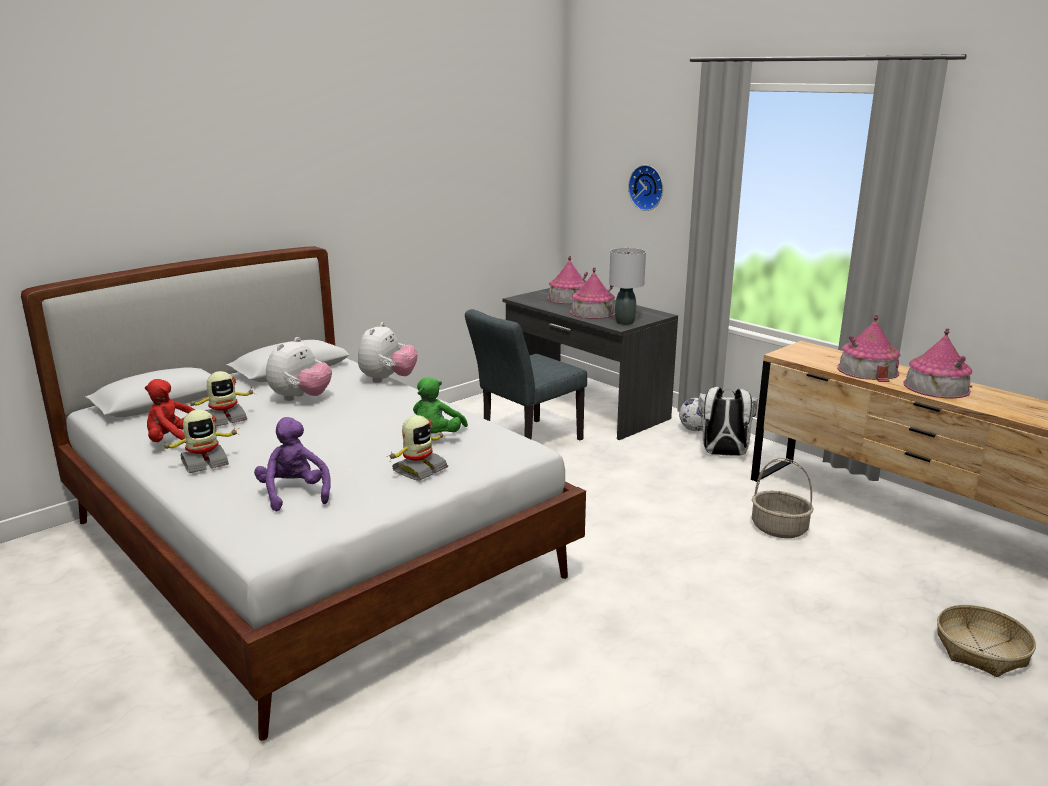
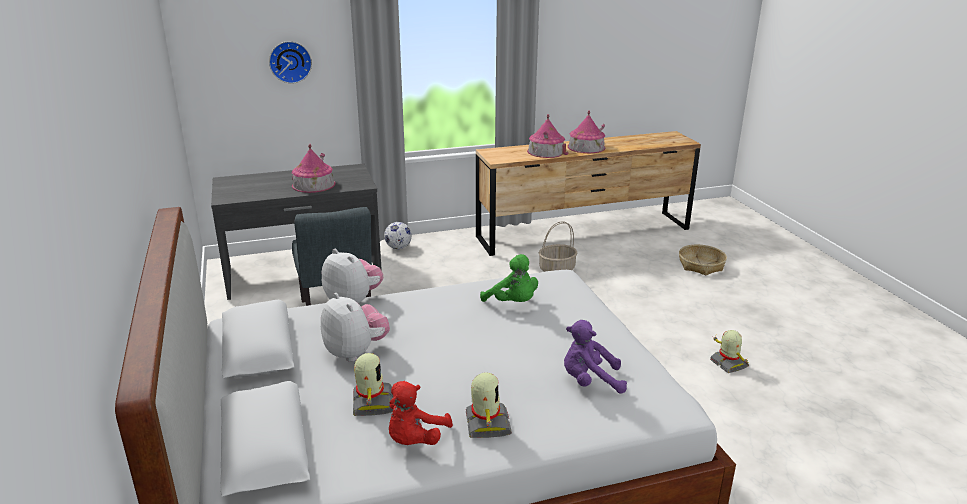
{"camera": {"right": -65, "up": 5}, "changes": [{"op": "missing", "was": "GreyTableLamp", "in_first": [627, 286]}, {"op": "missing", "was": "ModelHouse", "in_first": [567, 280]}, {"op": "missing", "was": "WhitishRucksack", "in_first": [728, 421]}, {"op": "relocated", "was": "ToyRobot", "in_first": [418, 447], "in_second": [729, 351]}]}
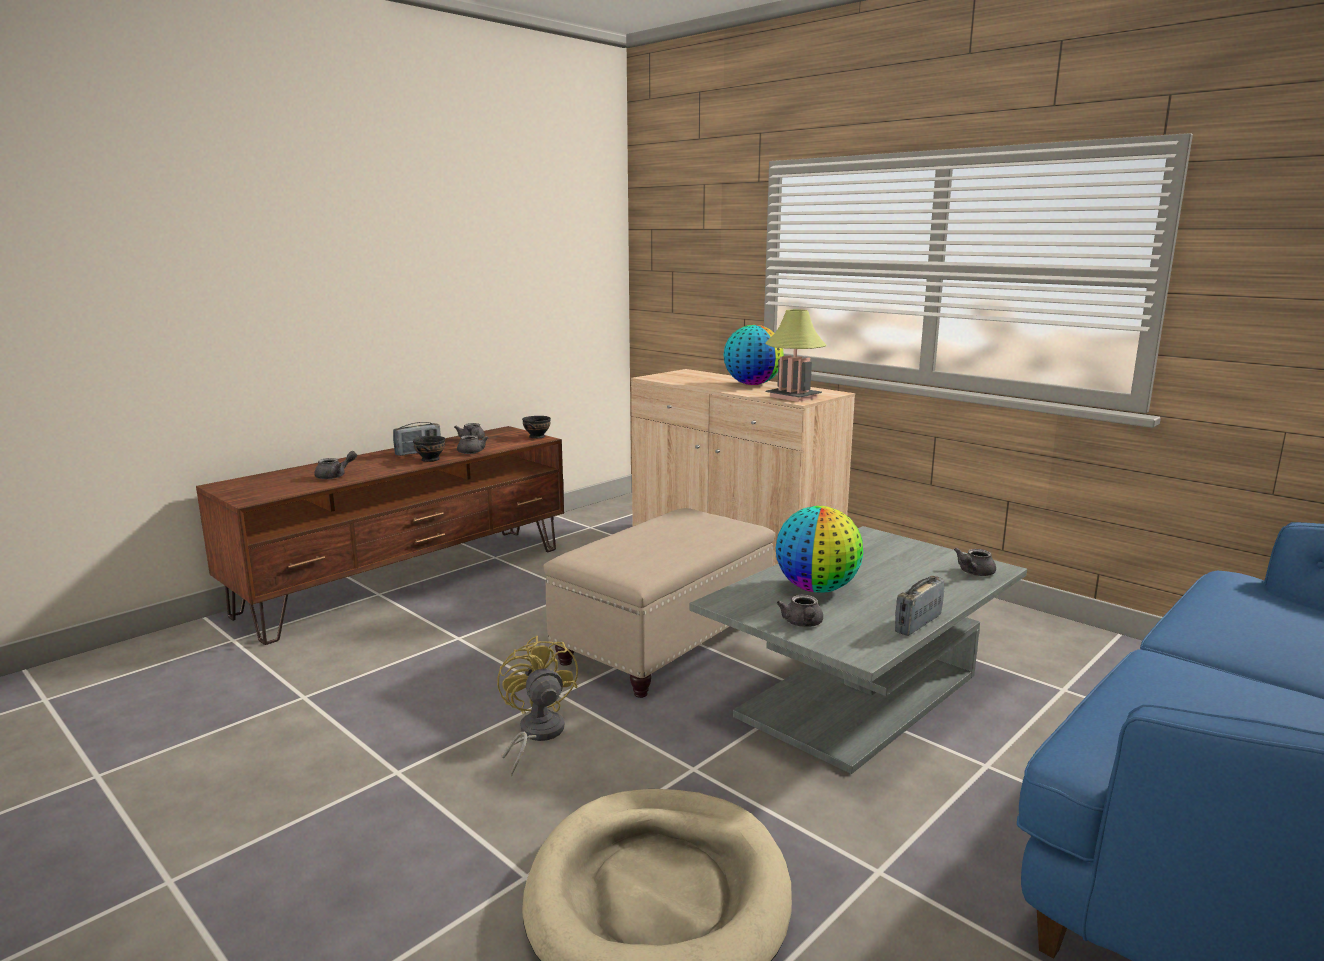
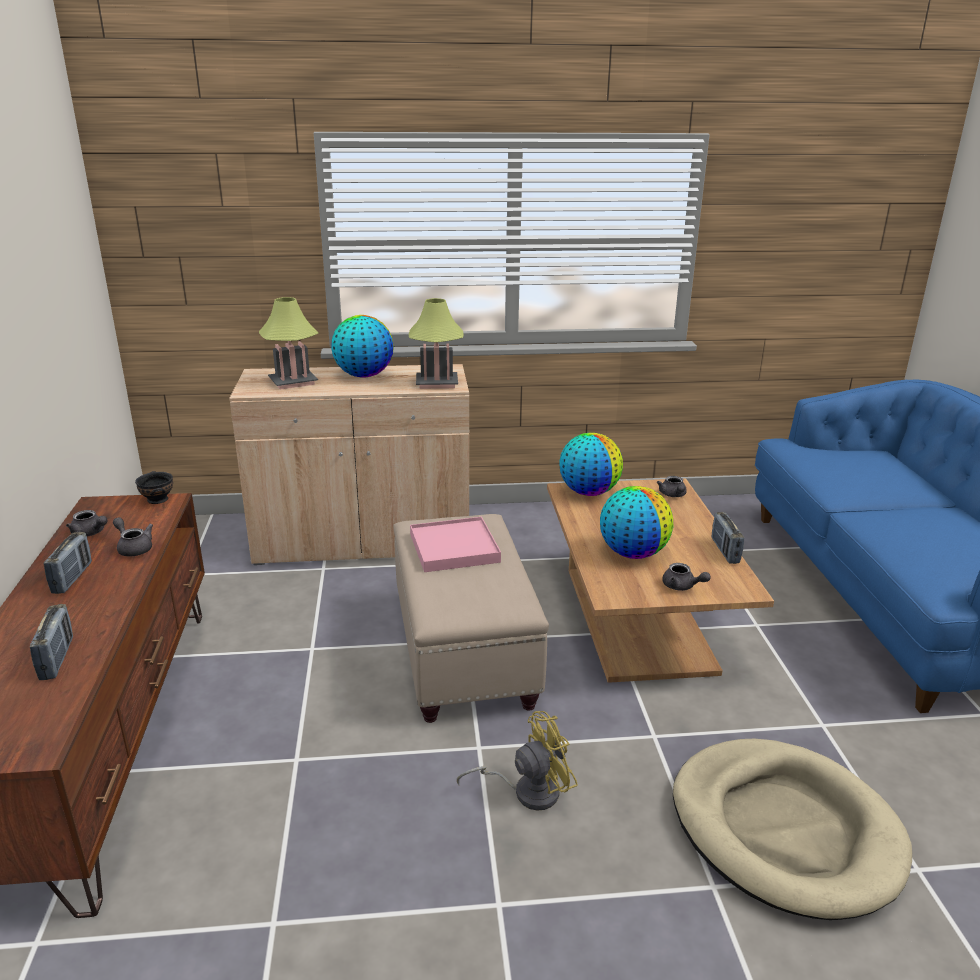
{"camera": {"right": -50, "up": 10}, "changes": [{"op": "missing", "was": "BlackishDeepDish", "in_first": [429, 449]}, {"op": "exchanged", "was": "GreyTeaPot", "now": "RadioSet", "in_first": [335, 465], "in_second": [51, 642]}, {"op": "colour", "was": "GreyLowTable", "now": "BrownColouredLowTable", "in_first": [858, 650], "in_second": [660, 580]}, {"op": "spun", "was": "YellowishCoolingFan", "in_first": [537, 706], "in_second": [517, 761], "clockwise": 135}, {"op": "appeared", "now": "TableLamp", "in_second": [288, 343]}, {"op": "appeared", "now": "Globe", "in_second": [591, 464]}, {"op": "appeared", "now": "PinkishServingTray", "in_second": [455, 544]}]}
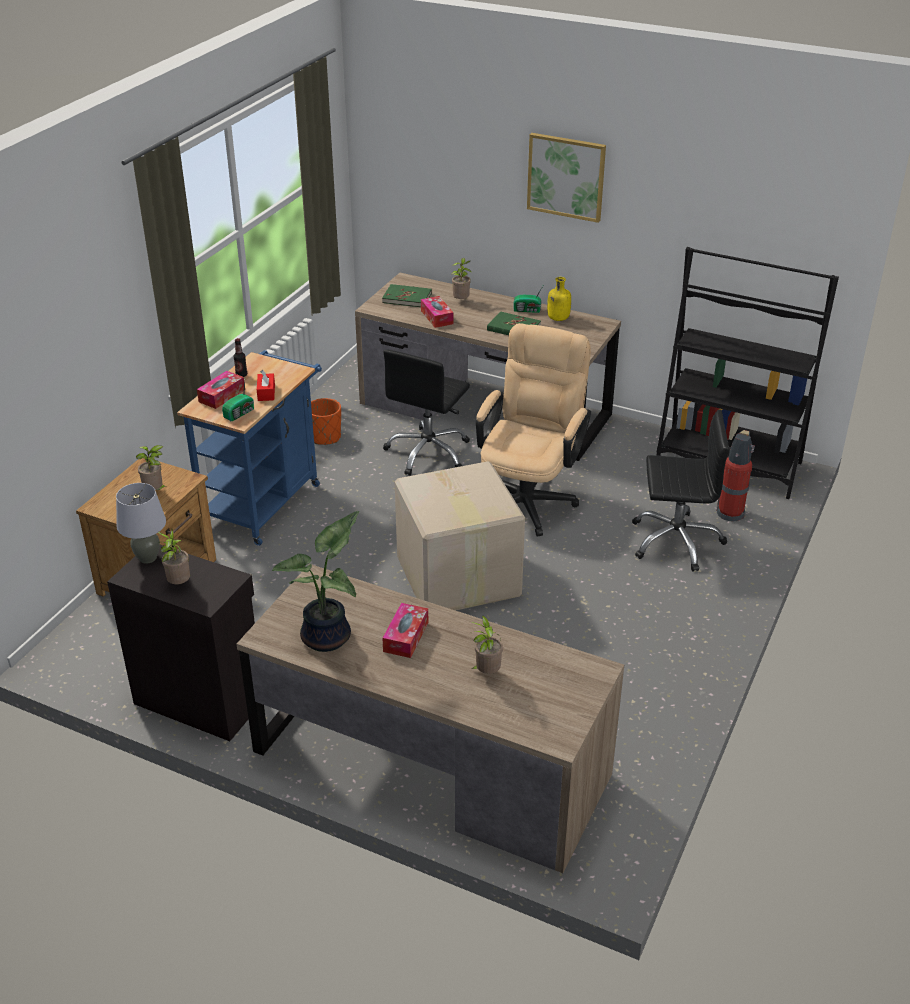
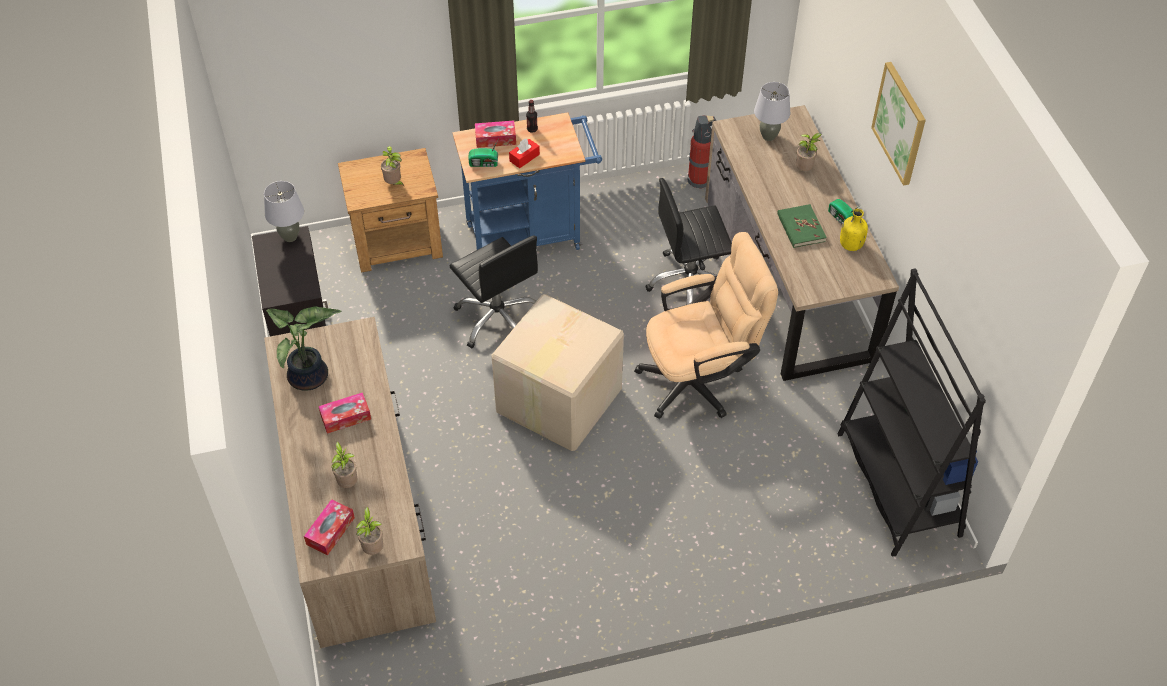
{"camera": {"right": 50, "up": 15}, "changes": [{"op": "exchanged", "was": "GreenBook", "now": "GreyTableLamp", "in_first": [407, 295], "in_second": [772, 111]}, {"op": "relocated", "was": "TissueBox", "in_first": [437, 312], "in_second": [329, 527]}, {"op": "missing", "was": "OrangeyPlantPot", "in_first": [326, 421]}, {"op": "relocated", "was": "BlackishOfficeChair", "in_first": [680, 490], "in_second": [493, 292]}, {"op": "relocated", "was": "Extinguisher", "in_first": [736, 475], "in_second": [702, 152]}, {"op": "relocated", "was": "PottedPlant", "in_first": [174, 556], "in_second": [369, 531]}]}
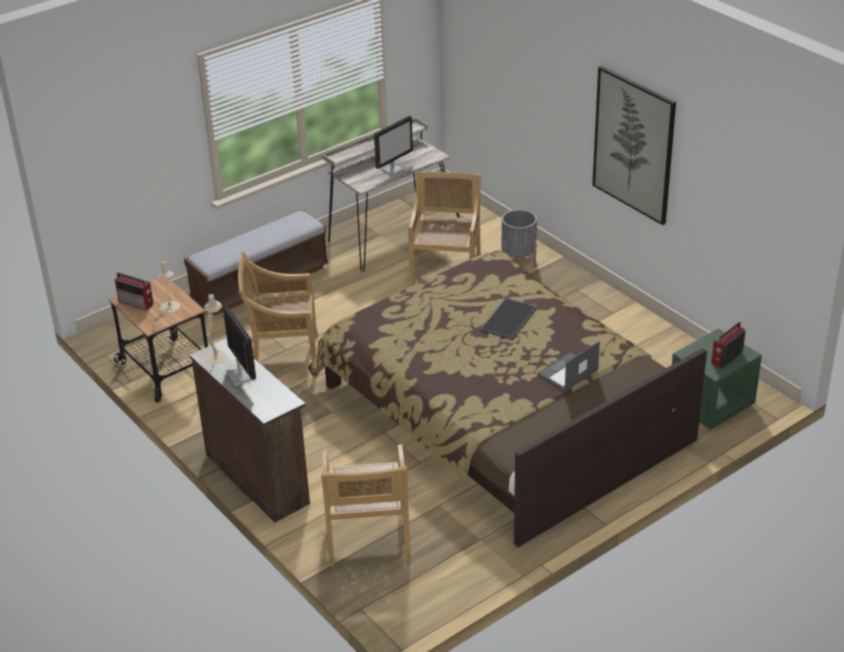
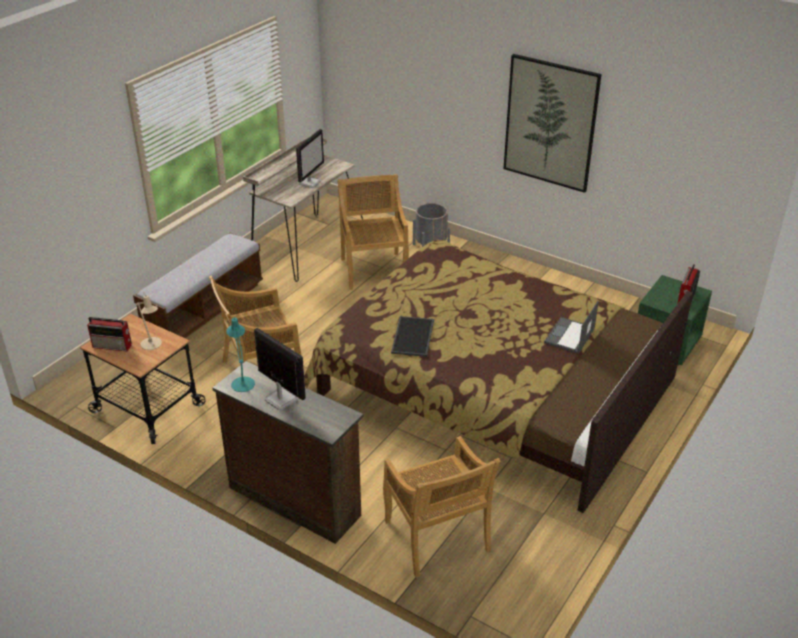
{"camera": {"right": -20, "up": 0}, "changes": [{"op": "colour", "was": "SandColouredTableLamp", "now": "TurquoiseColouredTableLamp", "in_first": [216, 329], "in_second": [240, 354]}, {"op": "relocated", "was": "ServingTray", "in_first": [509, 319], "in_second": [412, 336]}]}
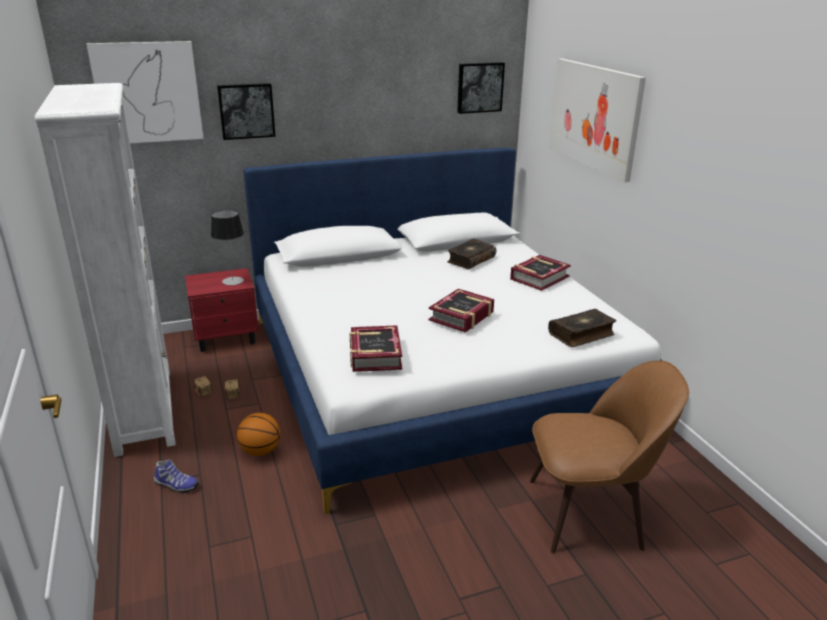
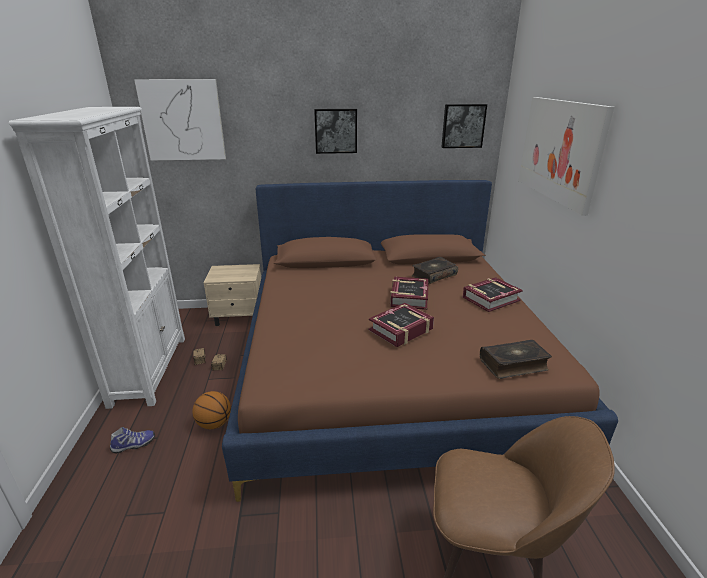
{"camera": {"right": 15, "up": 0}, "changes": [{"op": "relocated", "was": "WallPicture", "in_first": [246, 111], "in_second": [335, 131]}, {"op": "colour", "was": "WhitishSleepingBed", "now": "BrownColouredSleepingBed", "in_first": [453, 331], "in_second": [420, 341]}, {"op": "missing", "was": "TableLamp", "in_first": [227, 247]}, {"op": "colour", "was": "ReddishBedsideTable", "now": "SandColouredBedsideTable", "in_first": [222, 310], "in_second": [232, 295]}, {"op": "relocated", "was": "Book", "in_first": [376, 348], "in_second": [409, 293]}, {"op": "spun", "was": "Shoe", "in_first": [176, 476], "in_second": [132, 440], "clockwise": -60}]}
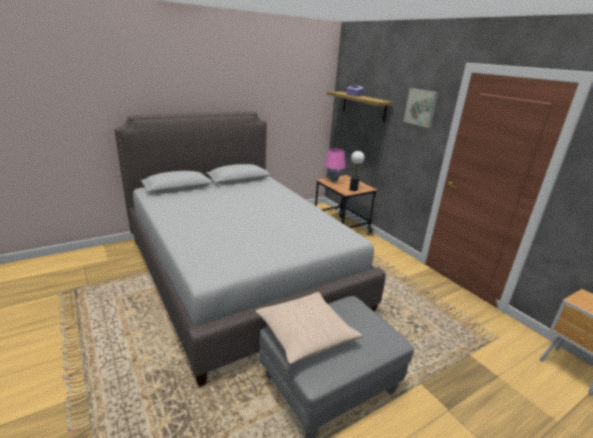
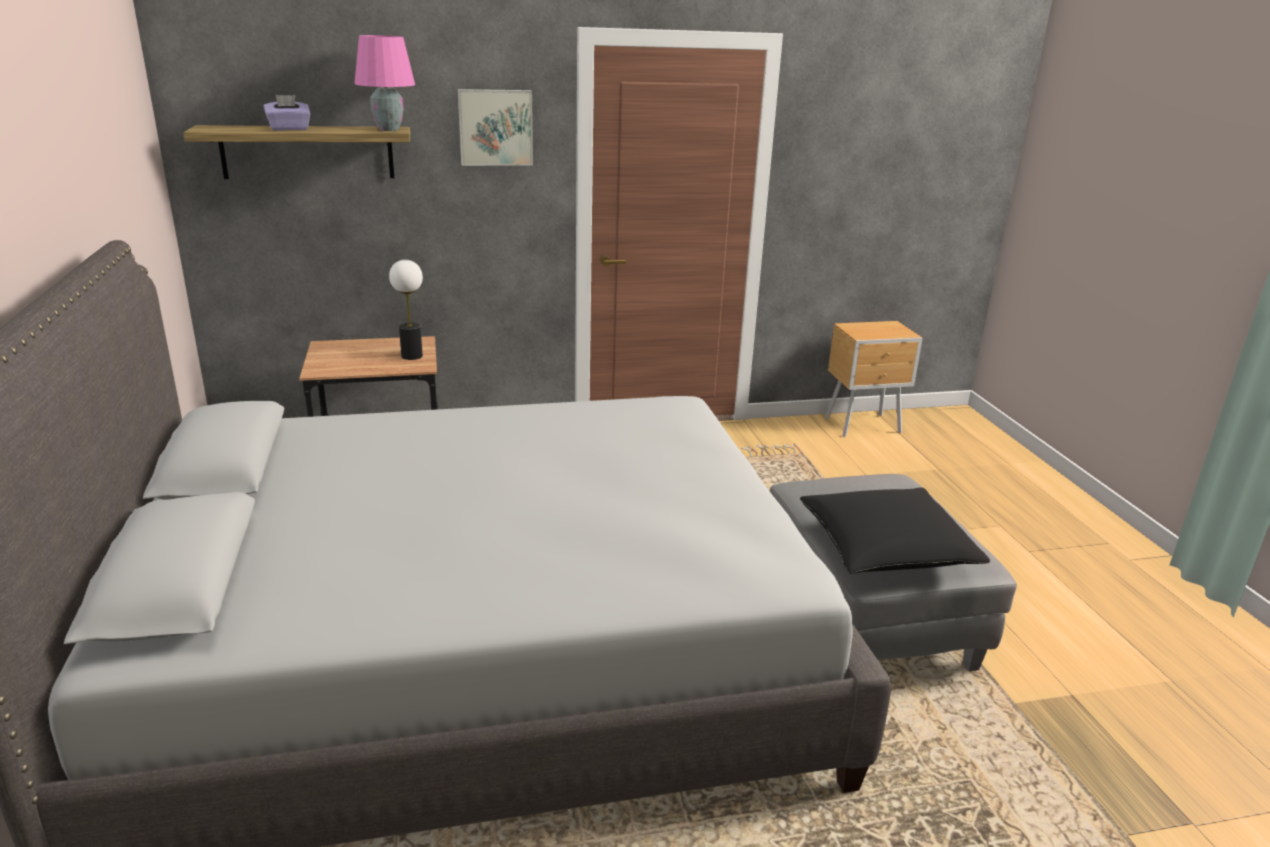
{"camera": {"right": -70, "up": 0}, "changes": [{"op": "relocated", "was": "PinkishTableLamp", "in_first": [335, 165], "in_second": [384, 83]}, {"op": "colour", "was": "SandColouredPillow", "now": "BlackishPillow", "in_first": [308, 328], "in_second": [895, 530]}]}
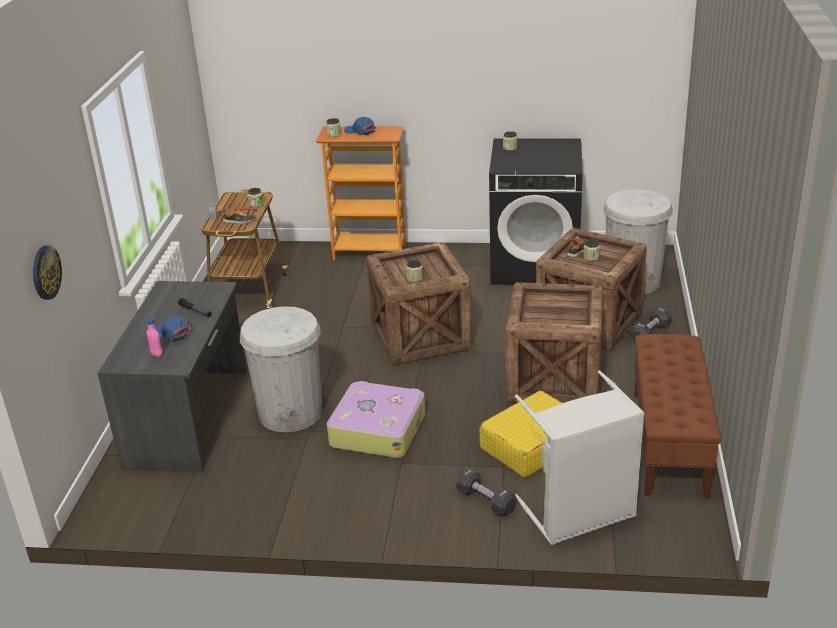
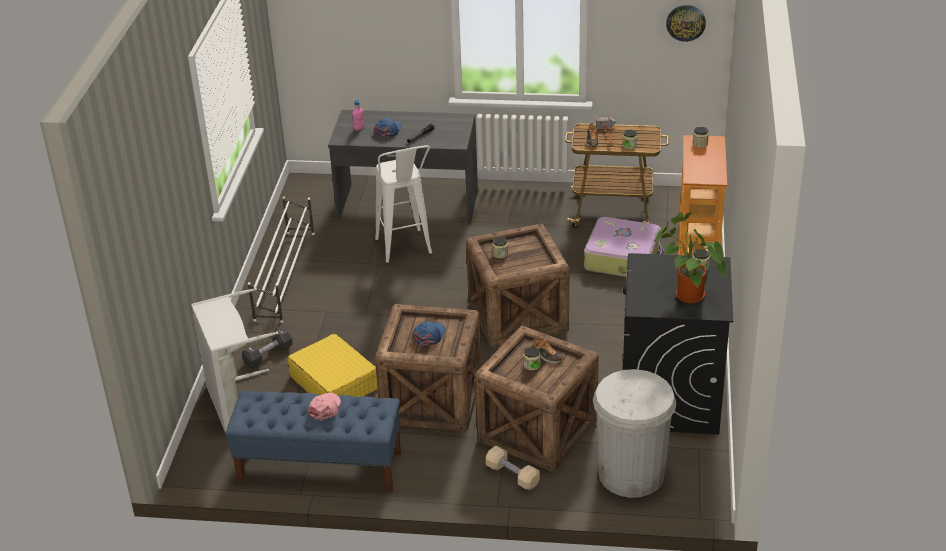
{"camera": {"right": 90, "up": 5}, "changes": [{"op": "relocated", "was": "BlueCap", "in_first": [360, 126], "in_second": [429, 334]}, {"op": "relocated", "was": "WallClock", "in_first": [47, 273], "in_second": [686, 23]}, {"op": "exchanged", "was": "WhitishRubbishBin", "now": "WhitishStool", "in_first": [281, 369], "in_second": [404, 204]}, {"op": "colour", "was": "BlackishHandWeight", "now": "SandColouredHandWeight", "in_first": [650, 324], "in_second": [513, 468]}, {"op": "colour", "was": "BrownColouredIndoorBench", "now": "BlueIndoorBench", "in_first": [677, 416], "in_second": [313, 441]}, {"op": "relocated", "was": "Suitcase", "in_first": [376, 419], "in_second": [624, 247]}, {"op": "appeared", "now": "WhitishShoeShelf", "in_second": [281, 260]}, {"op": "appeared", "now": "PottedPlant", "in_second": [690, 257]}, {"op": "appeared", "now": "PinkishCap", "in_second": [324, 407]}]}
